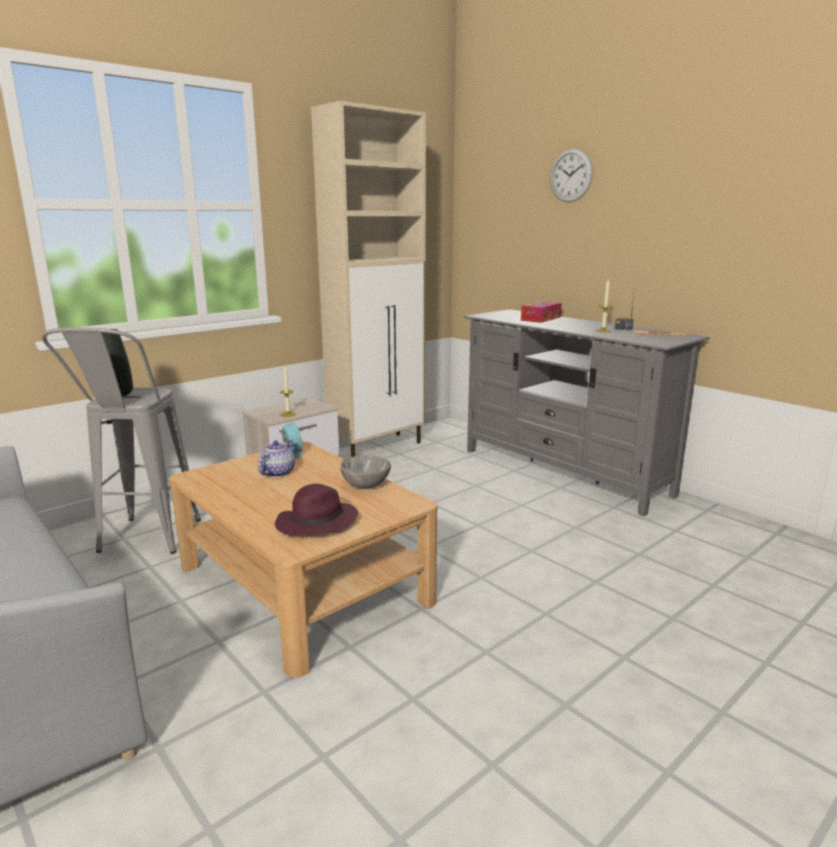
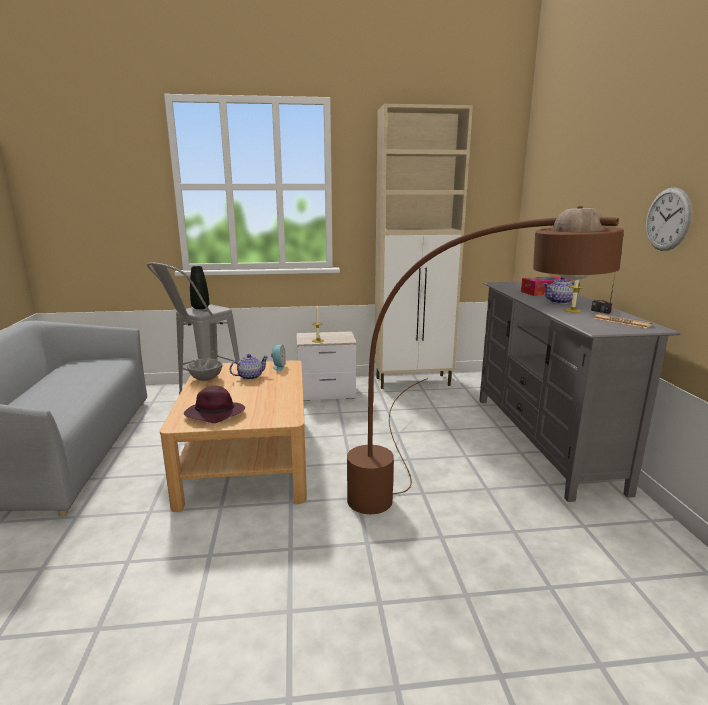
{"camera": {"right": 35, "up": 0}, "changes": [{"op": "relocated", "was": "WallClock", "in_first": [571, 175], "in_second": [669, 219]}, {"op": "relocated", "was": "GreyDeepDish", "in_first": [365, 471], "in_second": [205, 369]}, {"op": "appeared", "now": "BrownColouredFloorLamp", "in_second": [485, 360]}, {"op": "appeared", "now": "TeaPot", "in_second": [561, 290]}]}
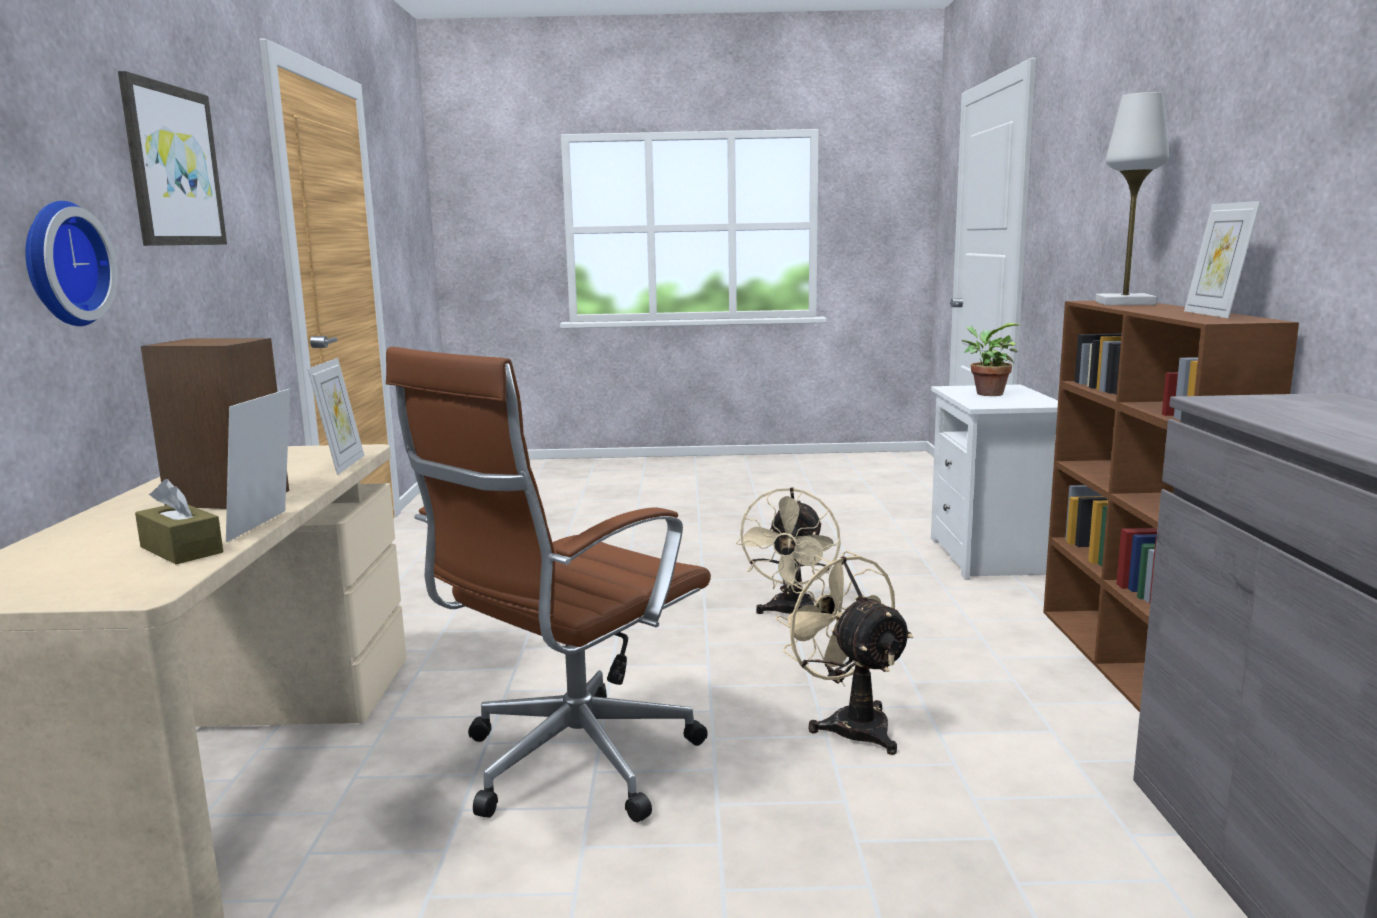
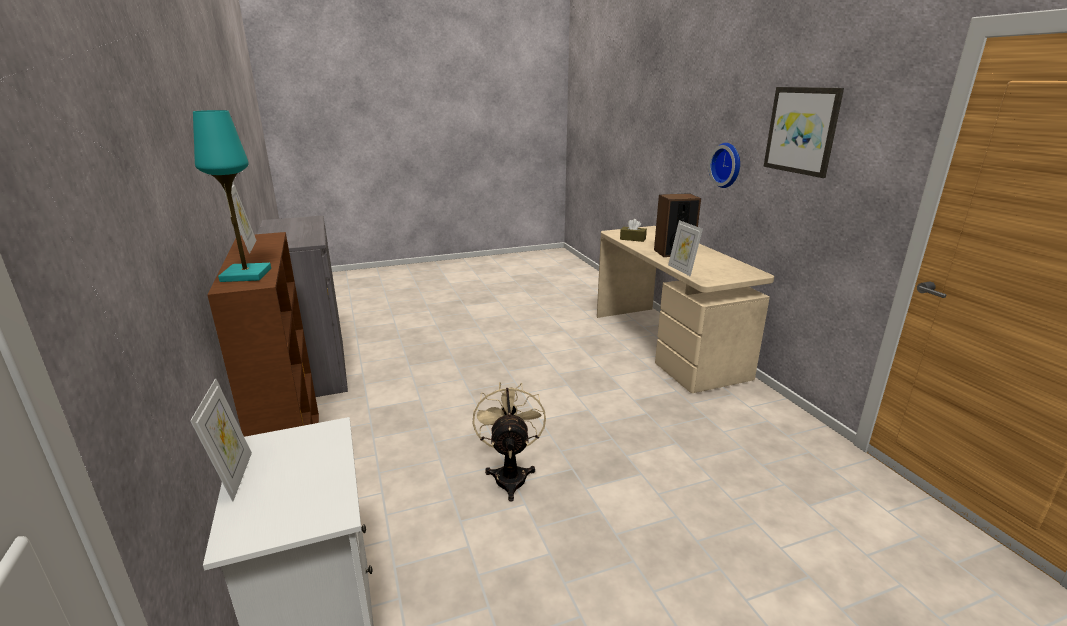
{"camera": {"right": 160, "up": 10}, "changes": [{"op": "colour", "was": "WhitishTableLamp", "now": "TurquoiseColouredTableLamp", "in_first": [1132, 198], "in_second": [232, 196]}, {"op": "missing", "was": "PottedPlant", "in_first": [991, 359]}, {"op": "missing", "was": "BrownColouredOfficeChair", "in_first": [548, 584]}, {"op": "relocated", "was": "StandingFrame", "in_first": [258, 465], "in_second": [221, 440]}, {"op": "missing", "was": "SandColouredCoolingFan", "in_first": [844, 653]}]}
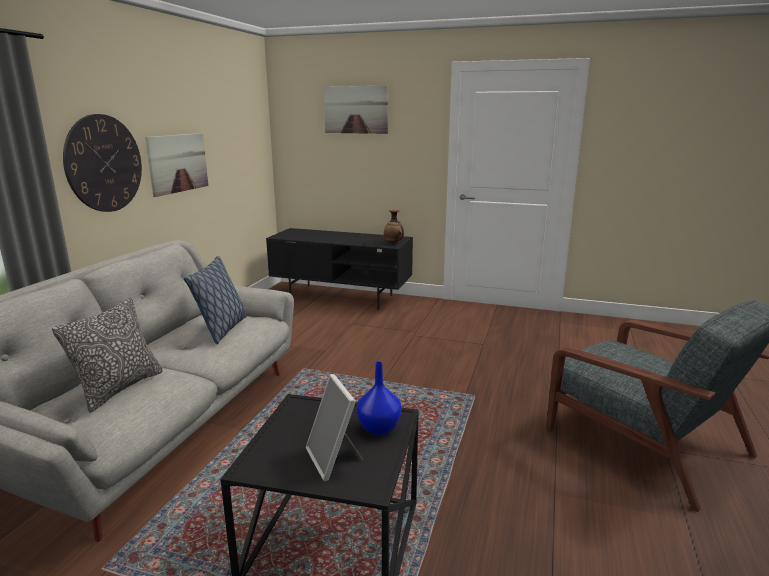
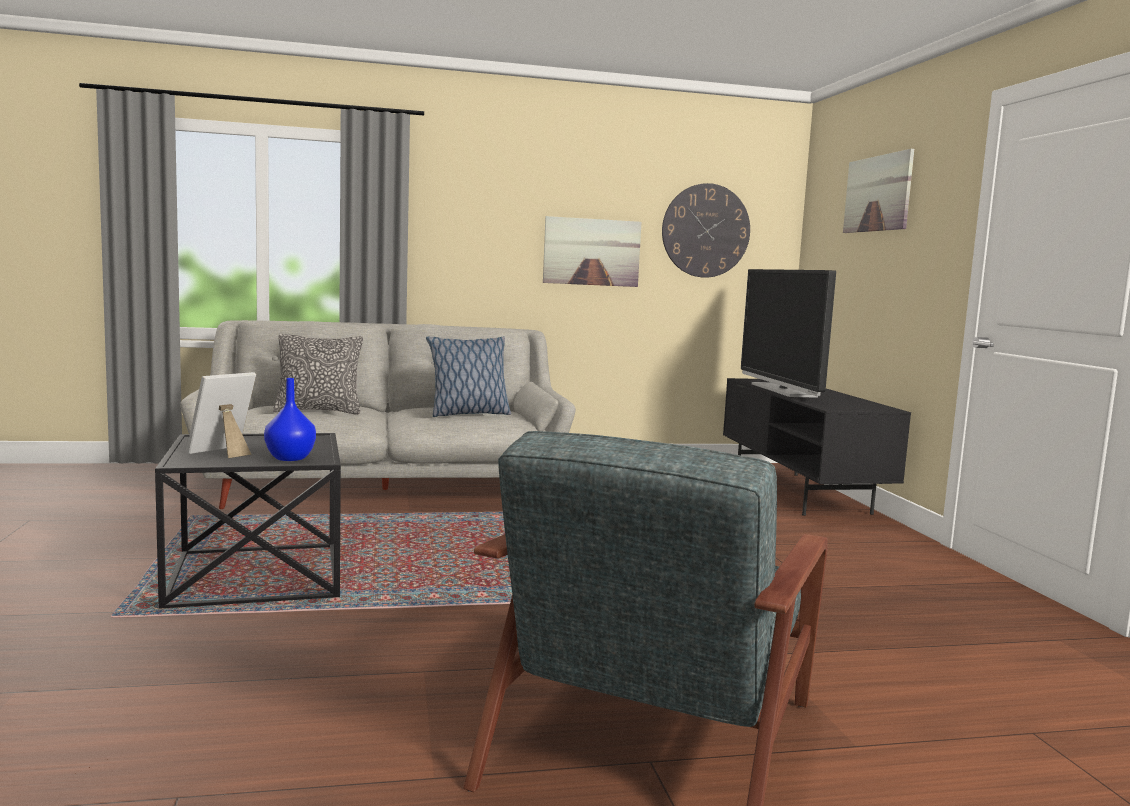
{"camera": {"right": 60, "up": -10}, "changes": [{"op": "relocated", "was": "WallClock", "in_first": [102, 163], "in_second": [706, 230]}, {"op": "missing", "was": "Vase", "in_first": [394, 227]}, {"op": "appeared", "now": "Tv", "in_second": [788, 333]}]}
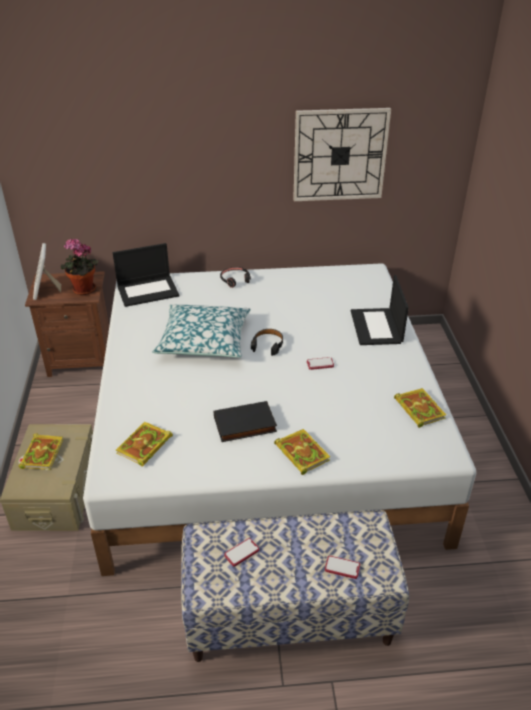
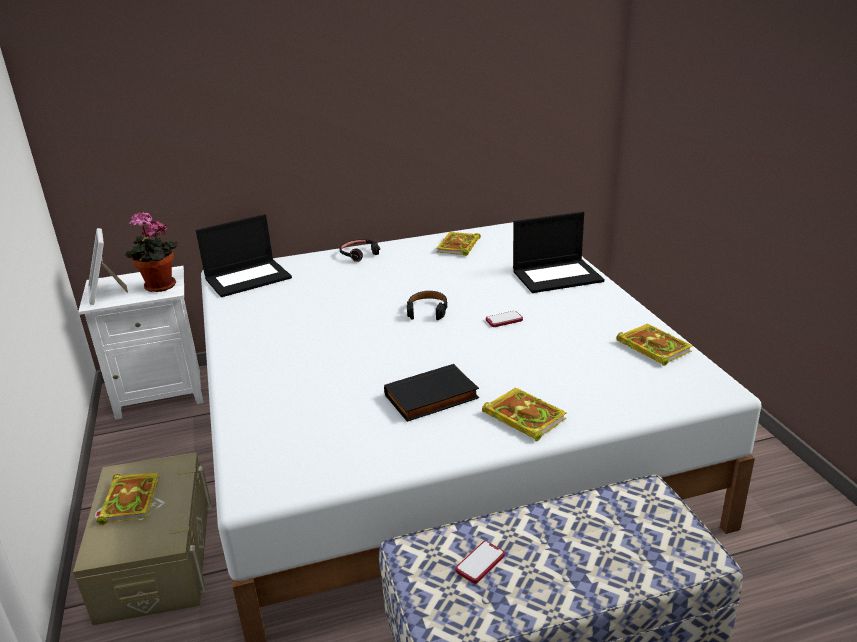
{"camera": {"right": -10, "up": -10}, "changes": [{"op": "missing", "was": "WallClock", "in_first": [342, 154]}, {"op": "colour", "was": "BrownColouredBedsideTable", "now": "WhitishBedsideTable", "in_first": [67, 324], "in_second": [141, 343]}, {"op": "spun", "was": "NotebookComputer", "in_first": [380, 310], "in_second": [558, 252], "clockwise": -90}, {"op": "missing", "was": "Pillow", "in_first": [201, 331]}, {"op": "relocated", "was": "Book", "in_first": [144, 444], "in_second": [458, 244]}, {"op": "missing", "was": "Handset", "in_first": [342, 567]}]}
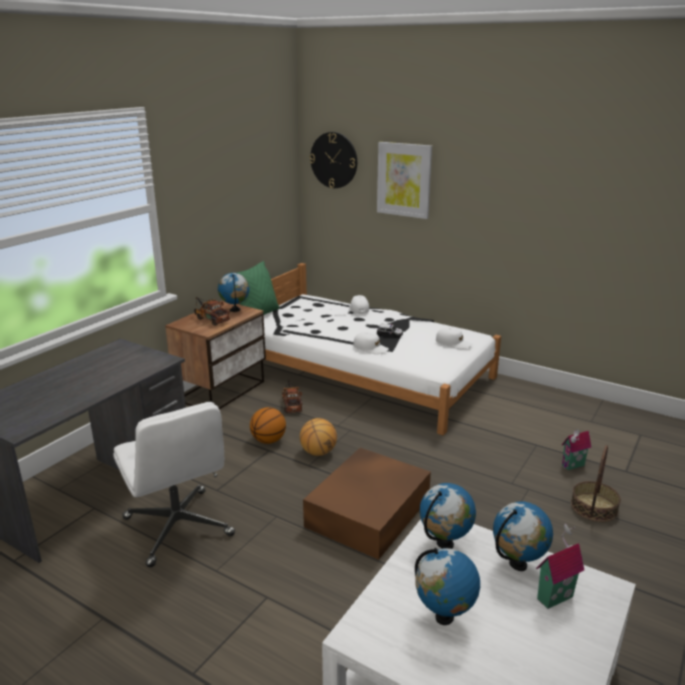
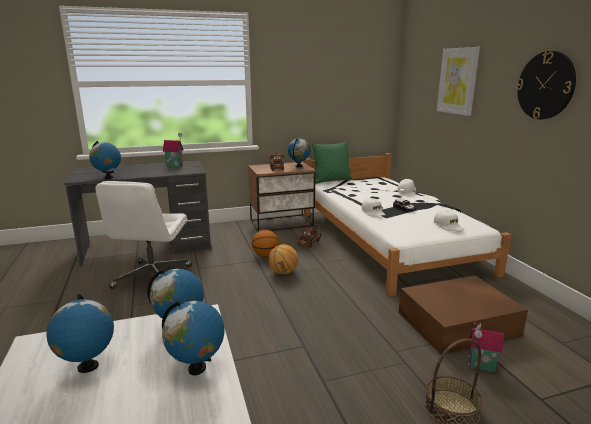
{"camera": {"right": 40, "up": -5}, "changes": [{"op": "relocated", "was": "WallClock", "in_first": [333, 160], "in_second": [546, 85]}, {"op": "relocated", "was": "BrownColouredStorageContainer", "in_first": [367, 504], "in_second": [463, 315]}, {"op": "relocated", "was": "ModelHouse", "in_first": [560, 566], "in_second": [173, 150]}, {"op": "appeared", "now": "Globe", "in_second": [105, 160]}]}
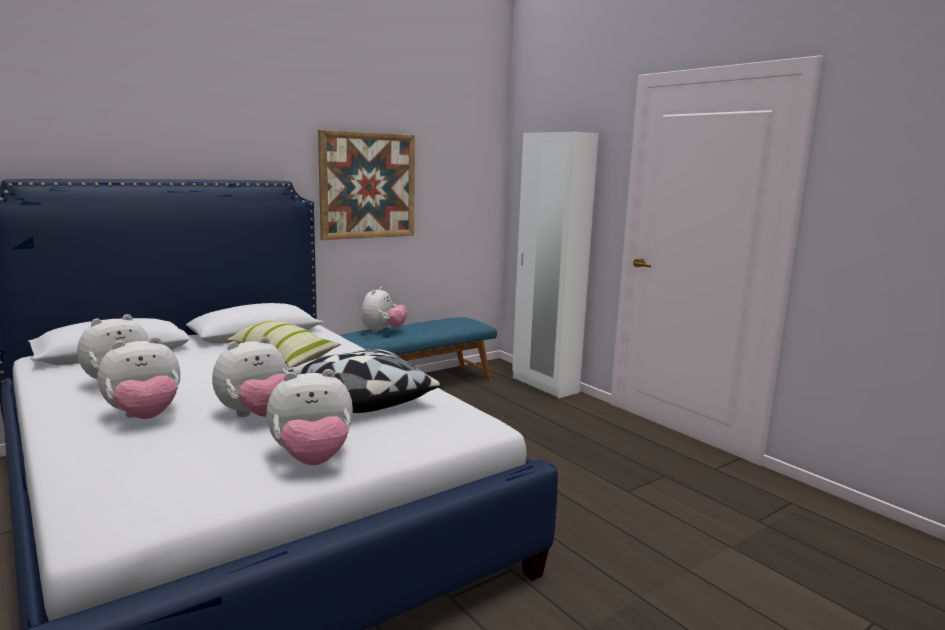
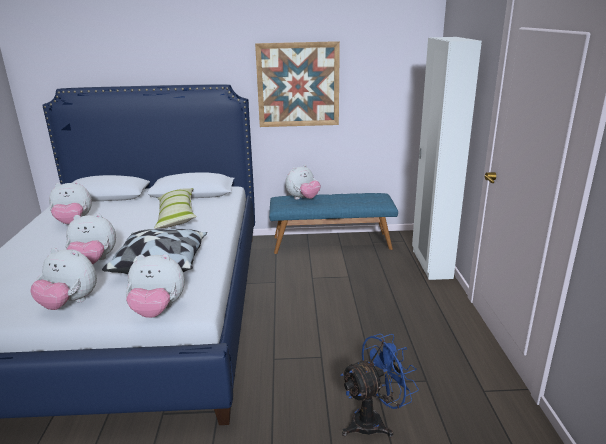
{"camera": {"right": 35, "up": 10}, "changes": [{"op": "relocated", "was": "SoftToy", "in_first": [138, 378], "in_second": [155, 286]}, {"op": "appeared", "now": "BlueCoolingFan", "in_second": [379, 385]}]}
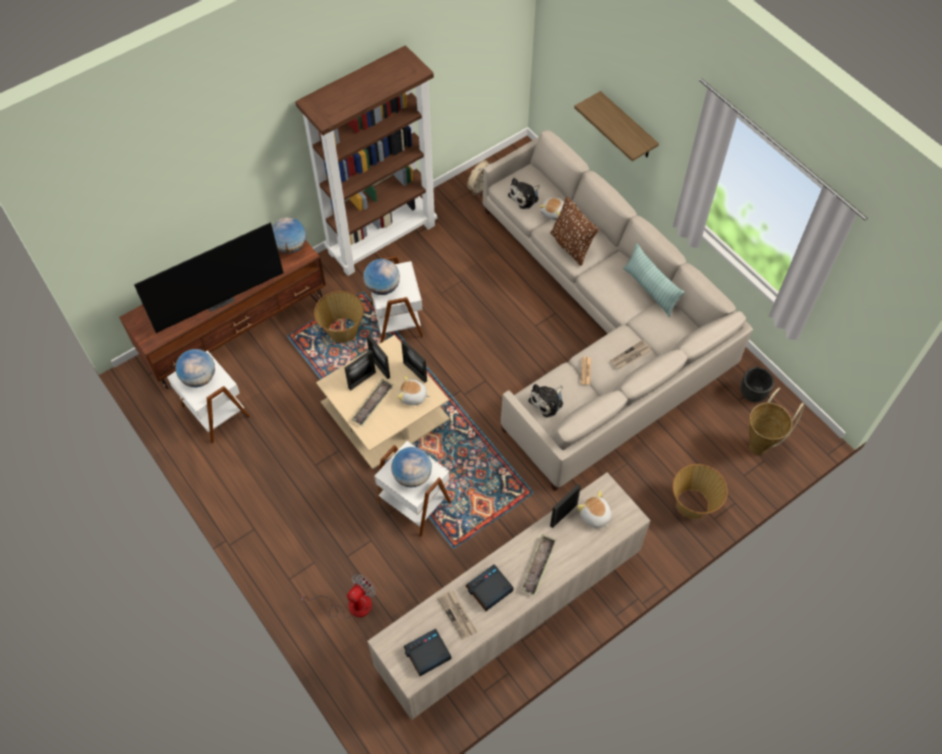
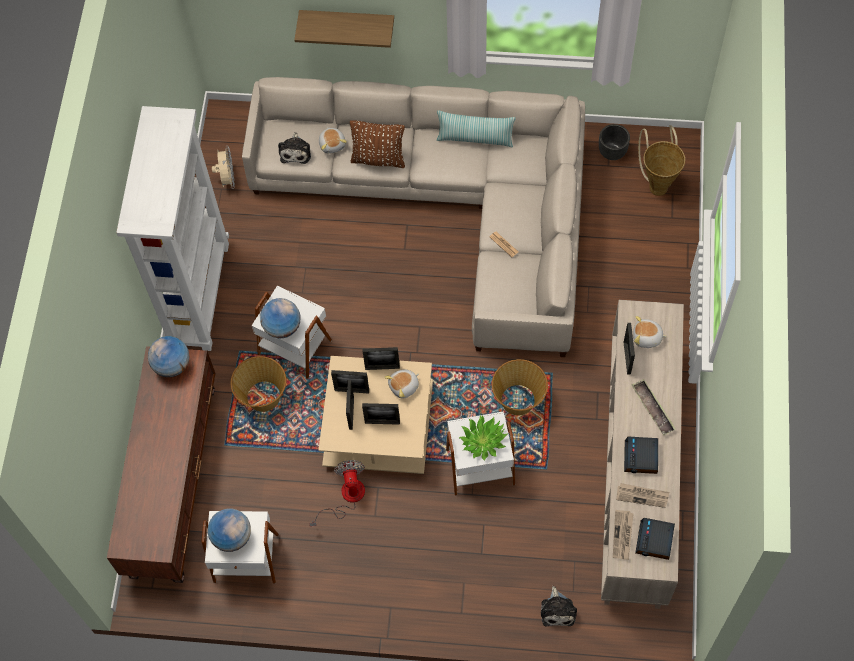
{"camera": {"right": -45, "up": 5}, "changes": [{"op": "colour", "was": "BrownColouredBookcase", "now": "WhitishBookcase", "in_first": [366, 160], "in_second": [172, 228]}, {"op": "missing", "was": "Tv", "in_first": [208, 277]}, {"op": "relocated", "was": "Newspaper", "in_first": [631, 354], "in_second": [623, 535]}, {"op": "exchanged", "was": "ServingTray", "now": "StandingFrame", "in_first": [372, 402], "in_second": [381, 414]}, {"op": "relocated", "was": "SoftToy", "in_first": [545, 400], "in_second": [559, 606]}, {"op": "exchanged", "was": "Globe", "now": "PottedPlant", "in_first": [411, 467], "in_second": [483, 438]}, {"op": "relocated", "was": "Basket", "in_first": [700, 491], "in_second": [520, 387]}, {"op": "relocated", "was": "CoolingFan", "in_first": [338, 596], "in_second": [337, 493]}]}
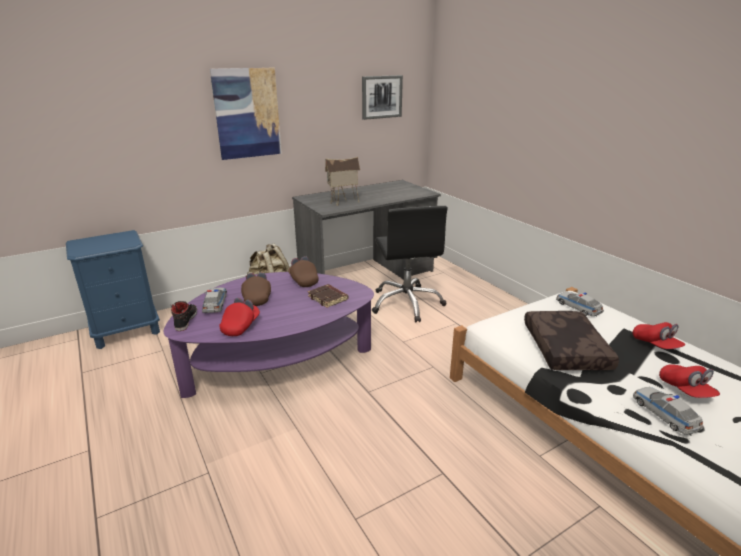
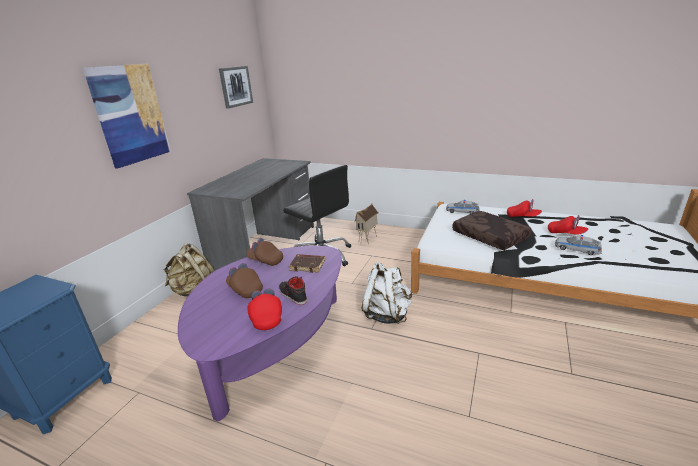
{"camera": {"right": -35, "up": 0}, "changes": [{"op": "relocated", "was": "ModelHouse", "in_first": [342, 181], "in_second": [366, 224]}, {"op": "missing", "was": "MiniatureCar", "in_first": [214, 301]}, {"op": "relocated", "was": "BlackishShoe", "in_first": [183, 316], "in_second": [293, 290]}, {"op": "appeared", "now": "WhitishRucksack", "in_second": [387, 293]}]}
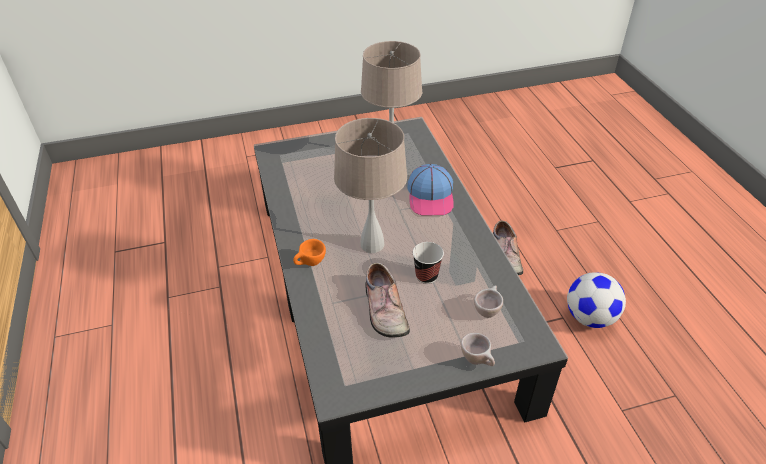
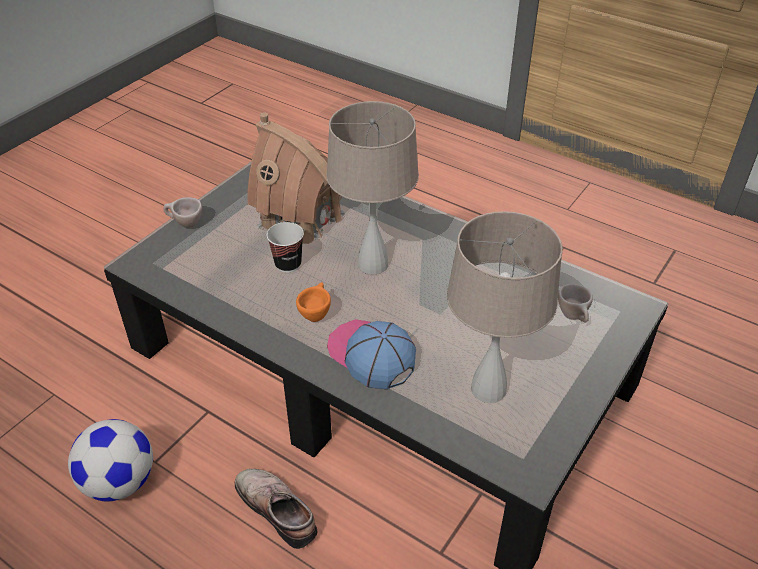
{"camera": {"right": 140, "up": 0}, "changes": [{"op": "relocated", "was": "OrangeySmallCup", "in_first": [309, 252], "in_second": [313, 302]}, {"op": "exchanged", "was": "Shoe", "now": "ModelHouse", "in_first": [387, 300], "in_second": [296, 178]}, {"op": "relocated", "was": "SandColouredSmallCup", "in_first": [488, 301], "in_second": [575, 303]}]}
